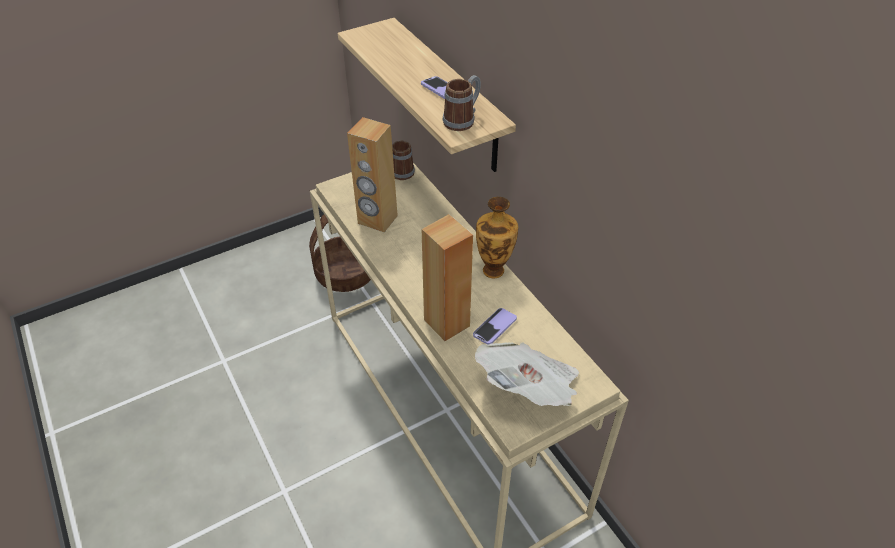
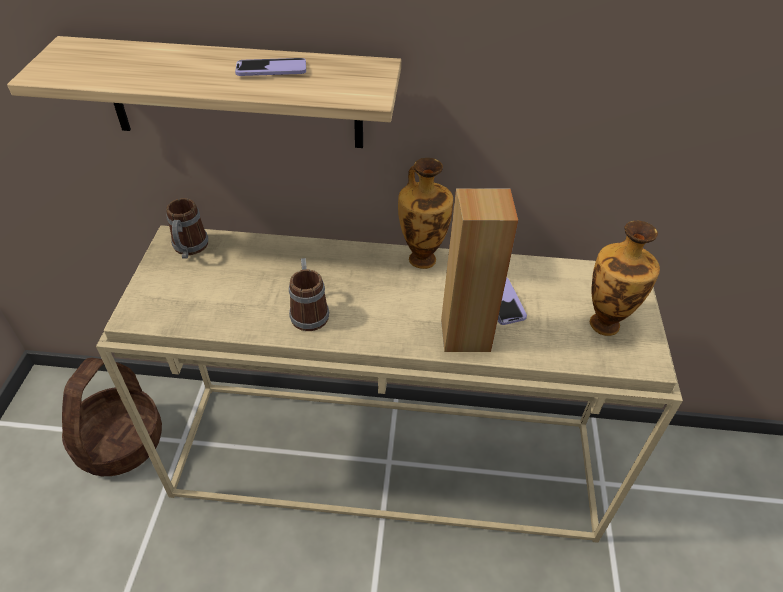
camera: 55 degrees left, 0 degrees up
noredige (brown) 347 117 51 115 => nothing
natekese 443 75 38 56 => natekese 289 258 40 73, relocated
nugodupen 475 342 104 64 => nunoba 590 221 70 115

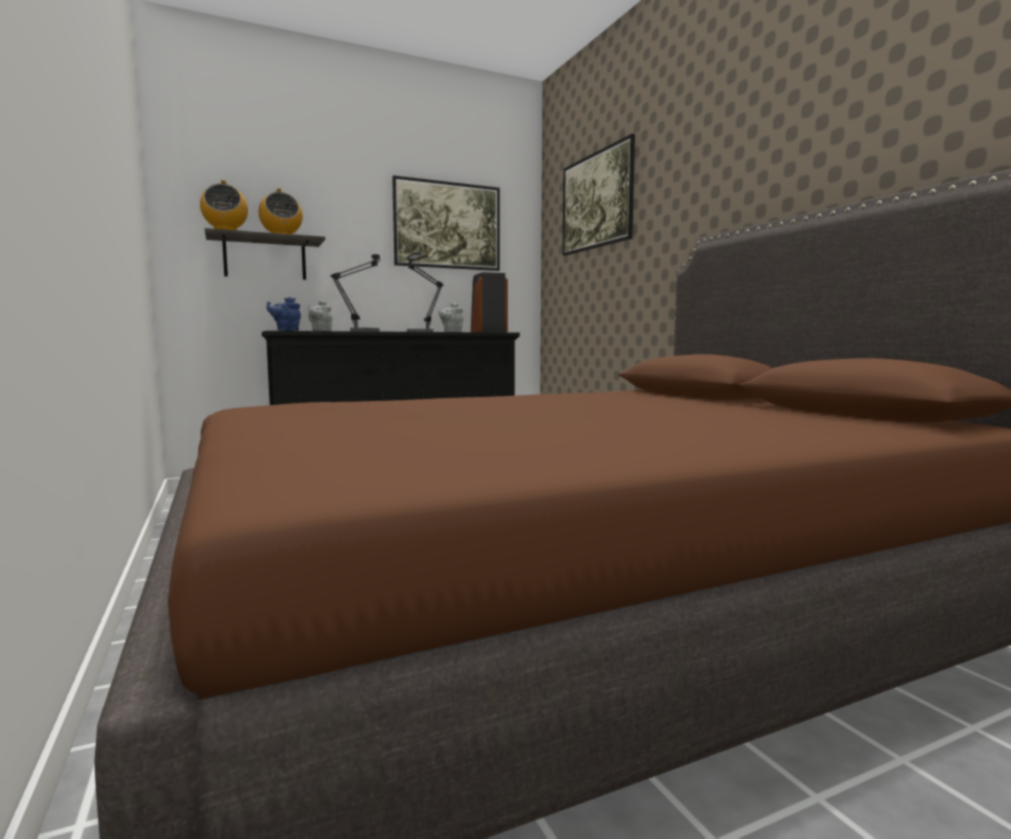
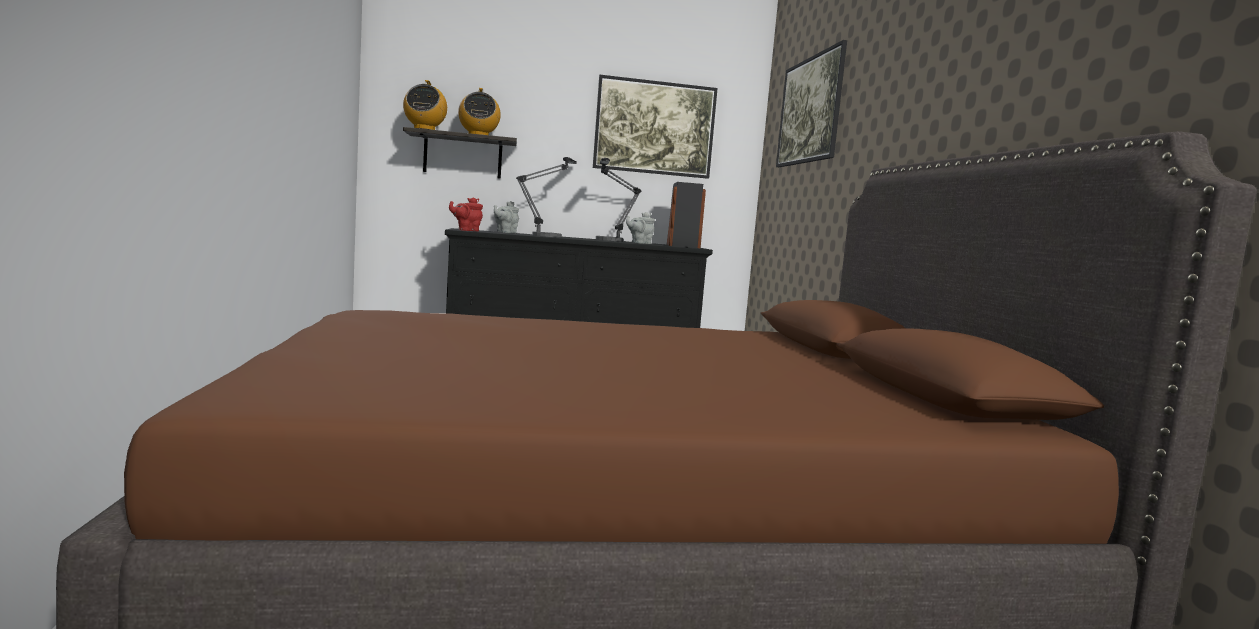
camera: 15 degrees right, 0 degrees up
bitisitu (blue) 266 297 35 34 => bitisitu (red) 449 198 34 33

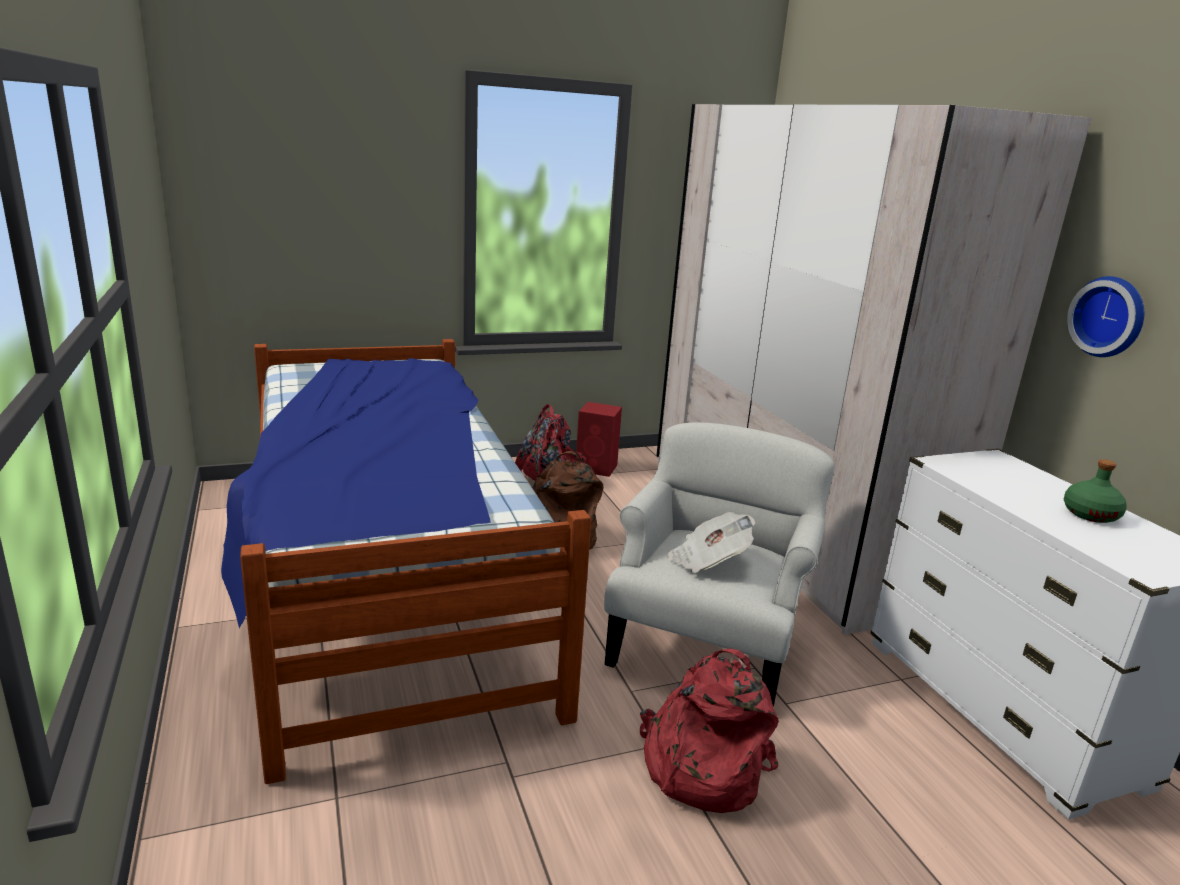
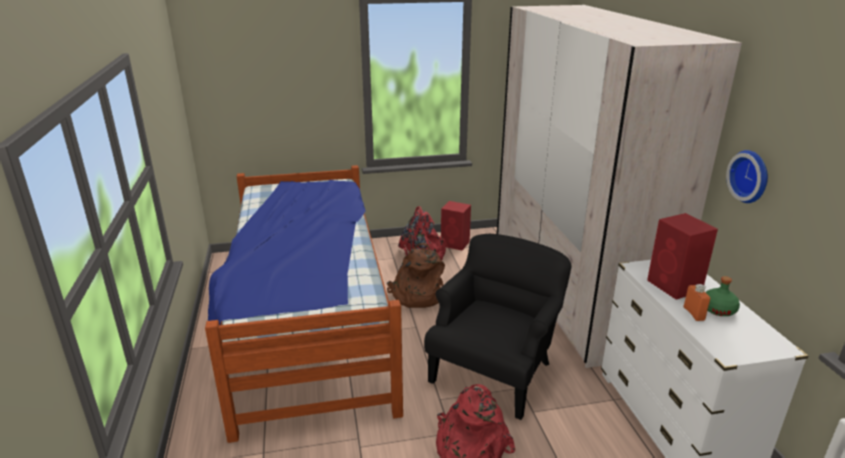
camera: 10 degrees right, 5 degrees up
nugodupen 667 512 89 62 => nothing
nothing => noredige (red) 647 213 71 87
nothing => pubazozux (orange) 683 284 27 37
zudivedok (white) 604 422 230 286 => zudivedok (black) 424 234 148 186

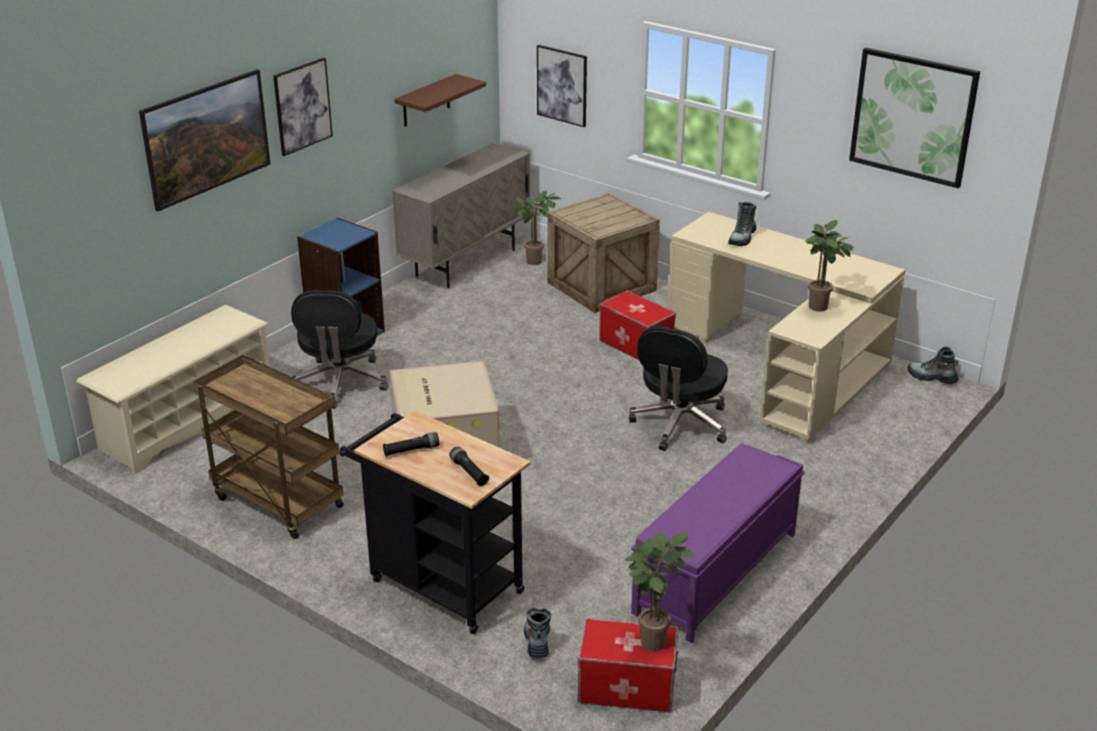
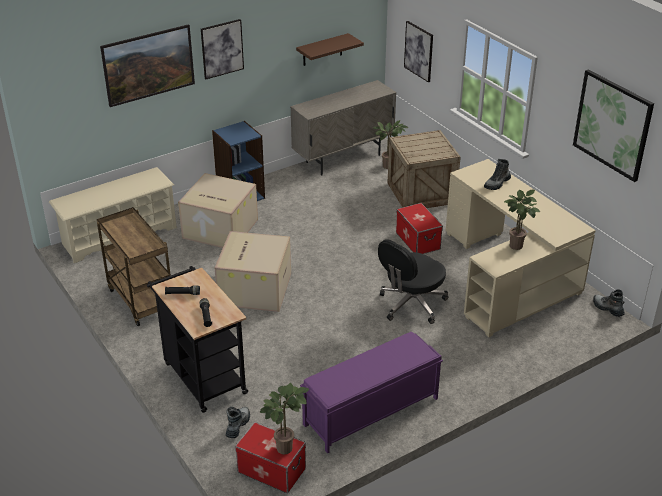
camera: 20 degrees right, 5 degrees up
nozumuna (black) 291 290 97 119 => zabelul 178 173 80 75

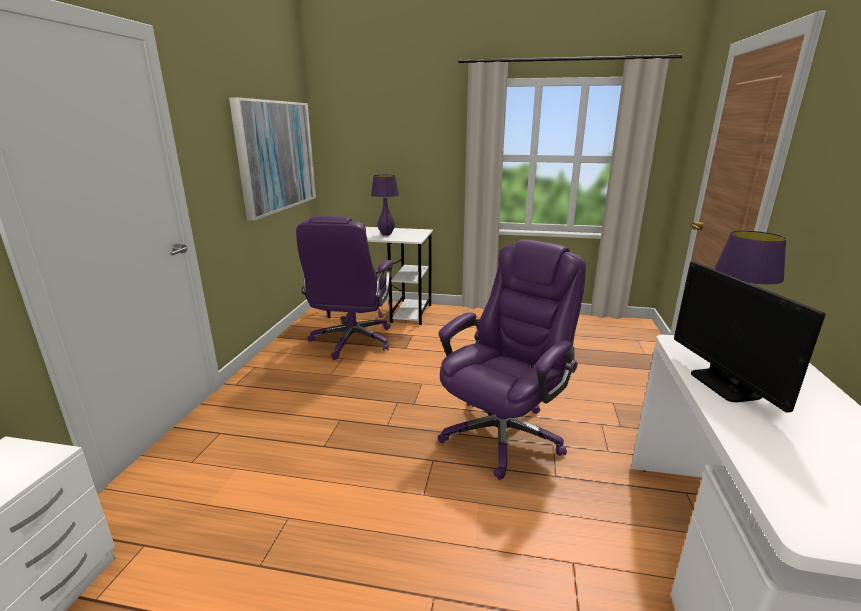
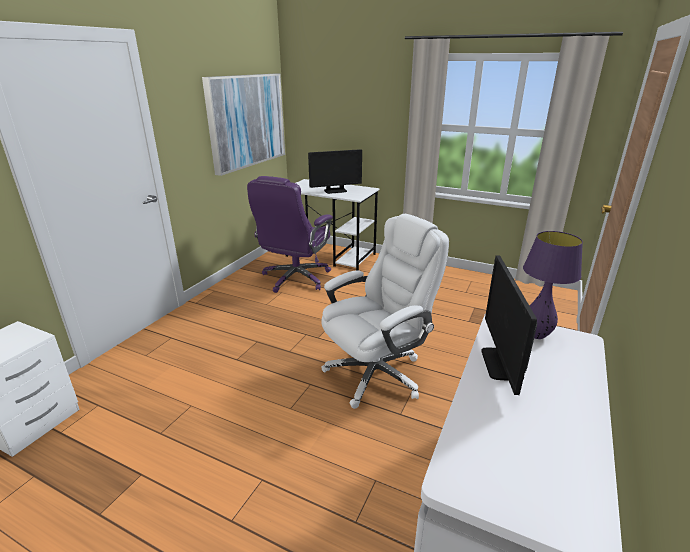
camera: 15 degrees right, 5 degrees up
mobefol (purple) 371 175 28 61 => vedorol 308 149 54 45
nozumuna (purple) 437 239 149 241 => nozumuna (white) 321 214 128 195

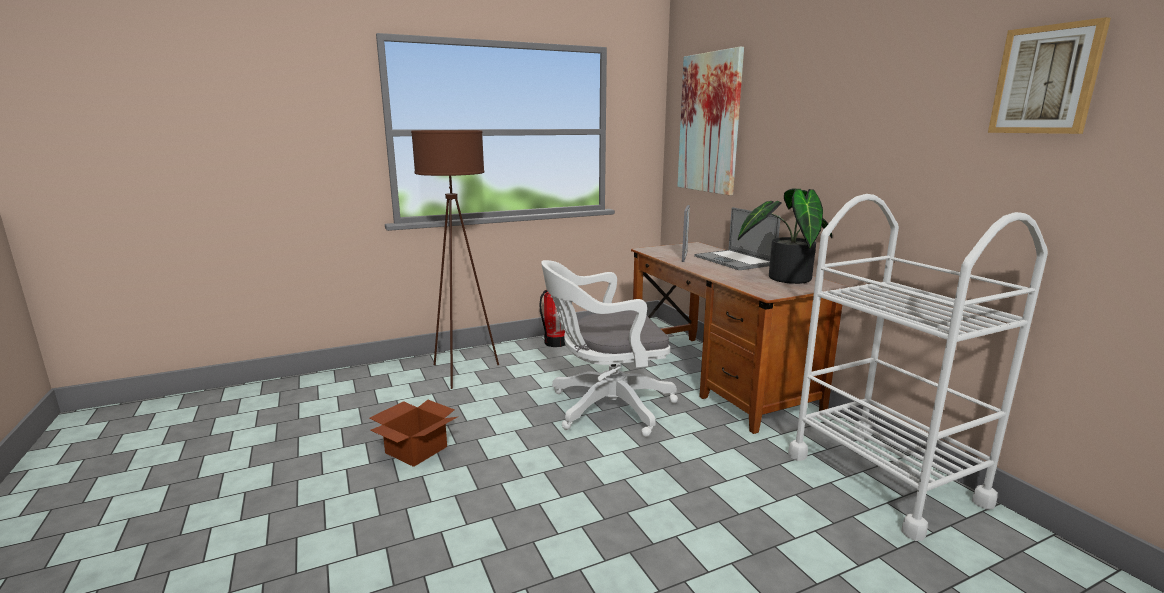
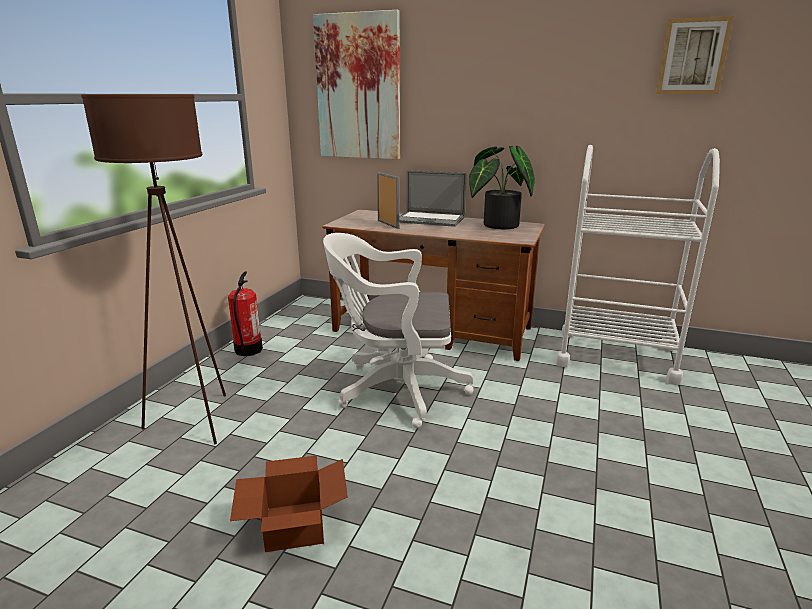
camera: 45 degrees left, 5 degrees up
nozumuna (white) 541 260 137 177 => nozumuna (white) 323 233 151 195, 60 degrees clockwise

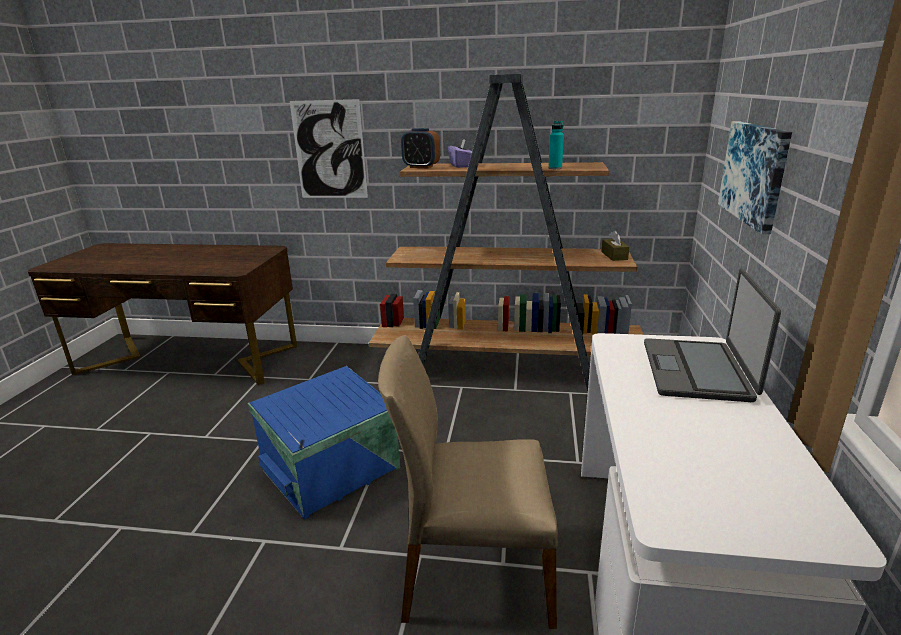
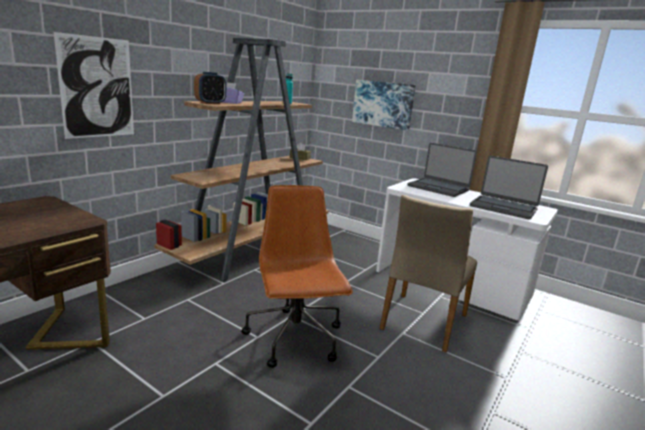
camera: 65 degrees left, 5 degrees down
nothing => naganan 470 156 78 63
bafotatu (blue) 248 366 152 154 => nozumuna (brown) 241 185 112 183

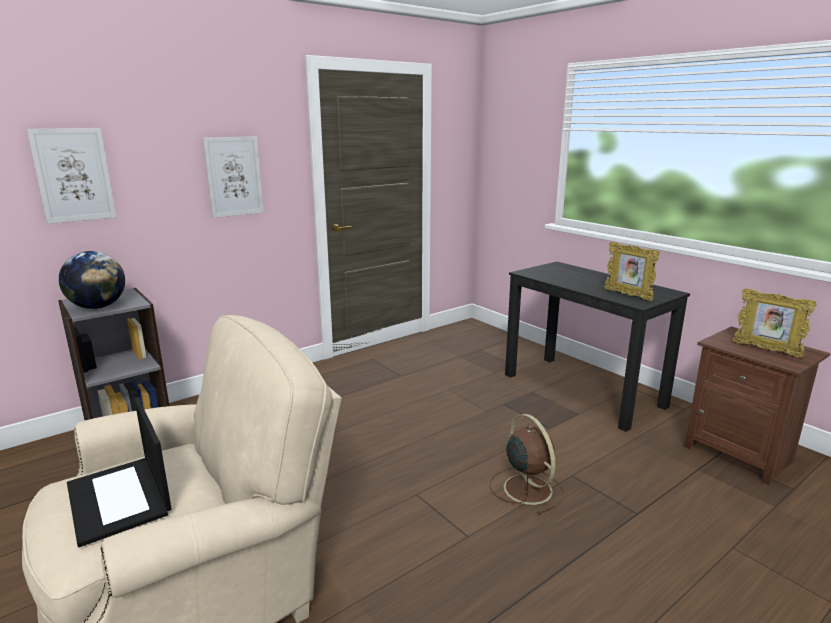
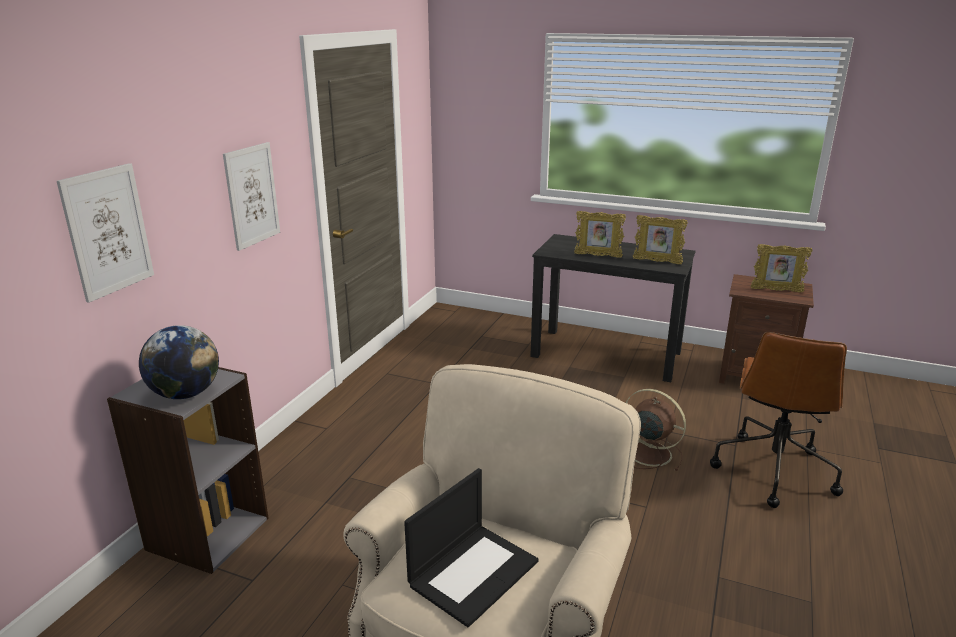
camera: 30 degrees left, 5 degrees up
nothing => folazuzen 574 211 52 47
nothing => nozumuna (brown) 710 332 137 176
naganan 67 397 105 150 => naganan 404 468 134 159, 75 degrees counterclockwise

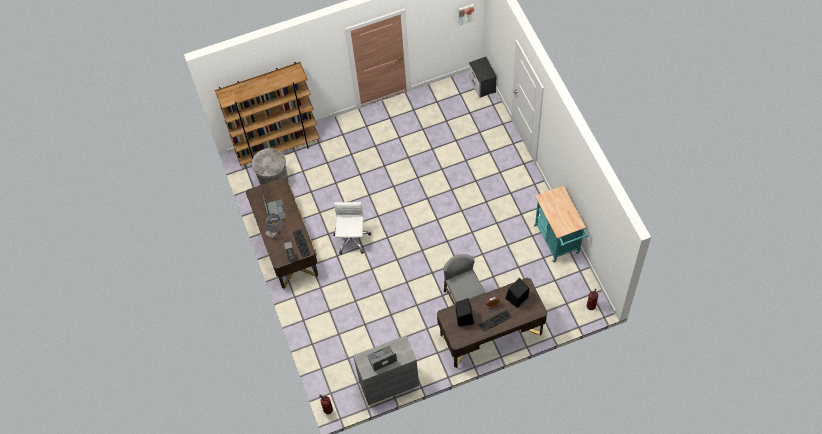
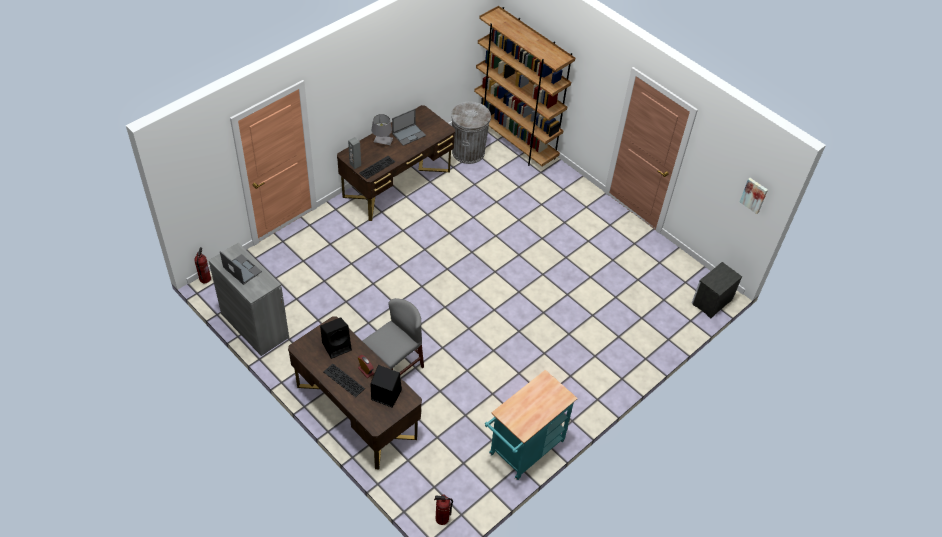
camera: 60 degrees right, 10 degrees down
nozumuna (white) 333 202 38 52 => nothing

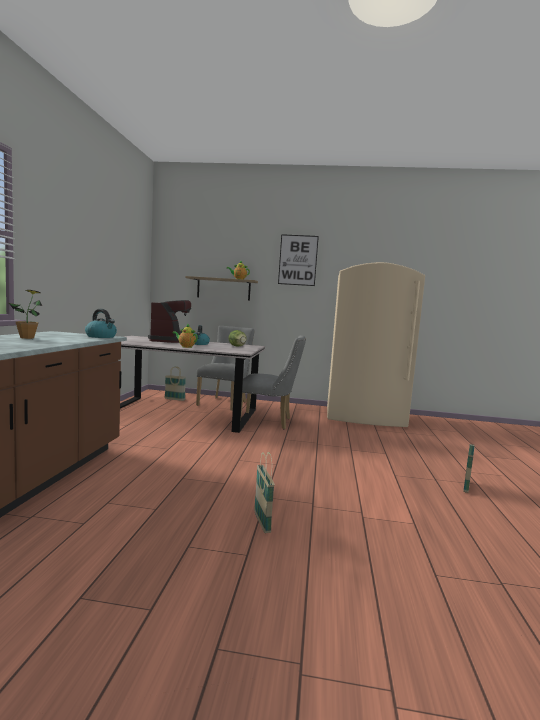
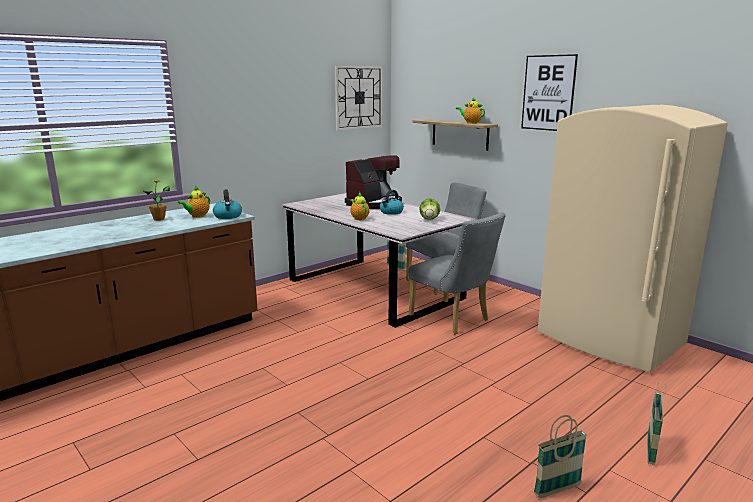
camera: 40 degrees right, 10 degrees up
nothing => bitisitu 177 186 33 32
nothing => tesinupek 335 66 48 65
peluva 254 452 21 81 => peluva 647 382 19 83, relocated

